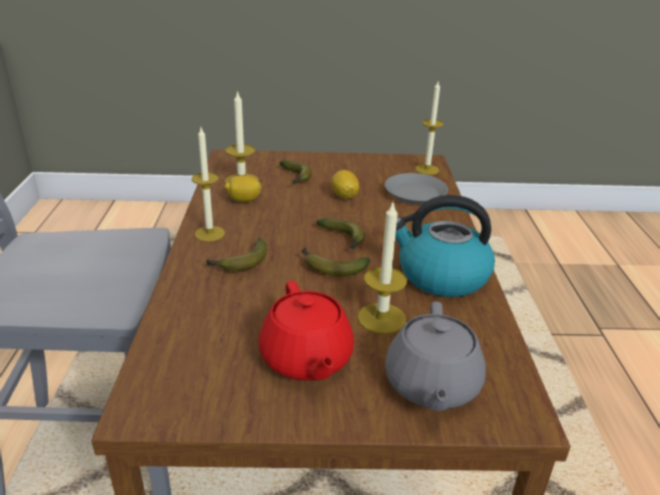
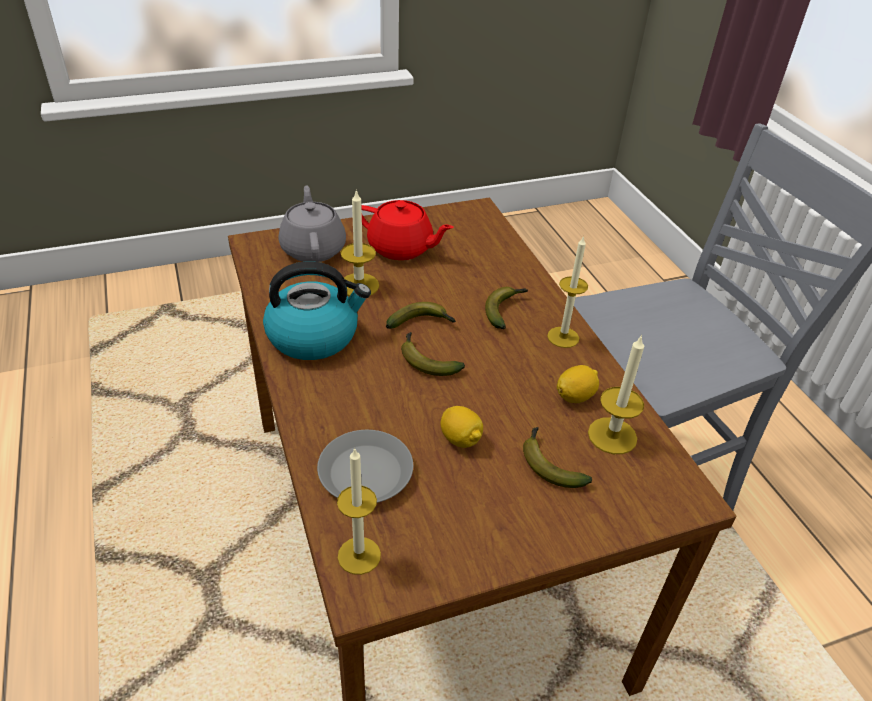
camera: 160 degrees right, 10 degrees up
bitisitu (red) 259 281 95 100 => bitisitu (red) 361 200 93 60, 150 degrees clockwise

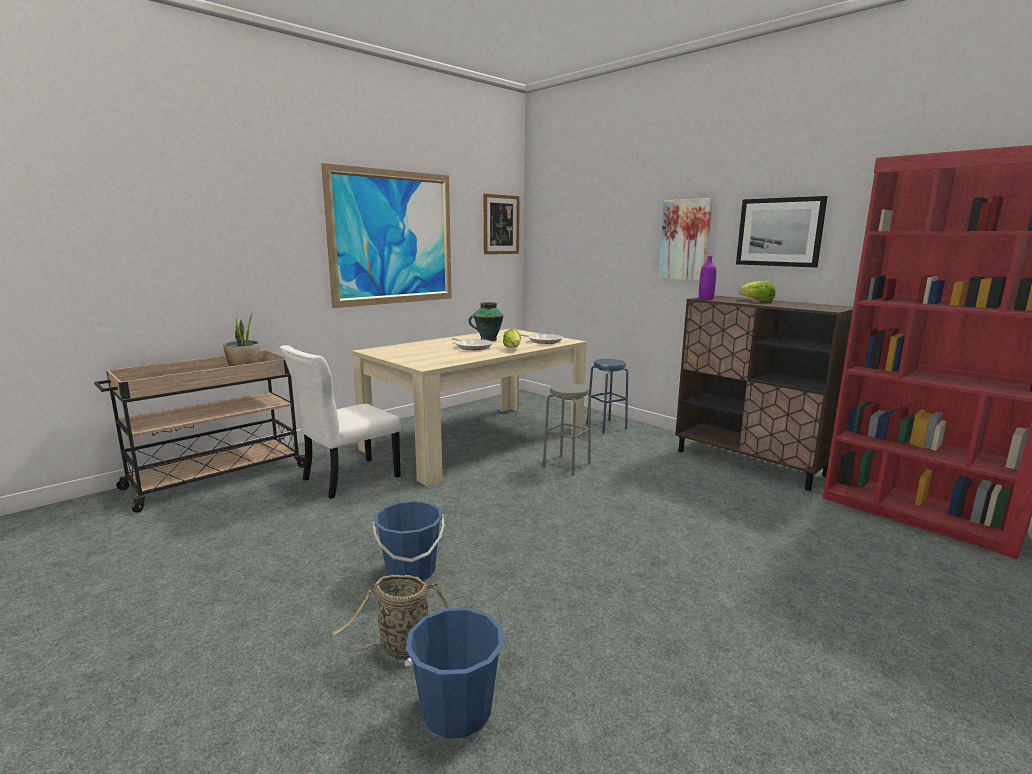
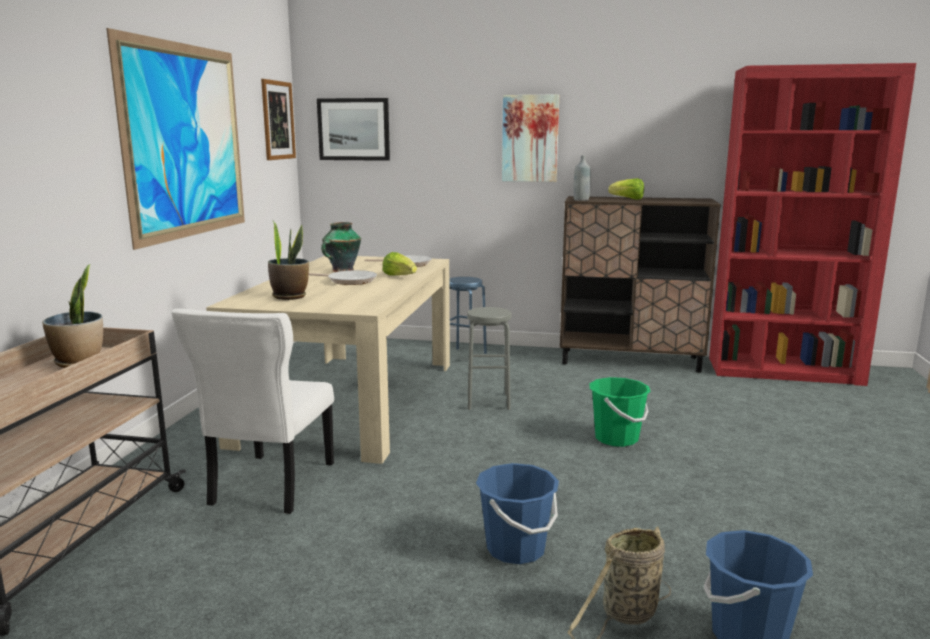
camera: 35 degrees left, 0 degrees up
nothing => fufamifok 268 221 41 79
nothing => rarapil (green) 589 377 62 70
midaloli 736 196 92 72 => midaloli 317 98 73 63, relocated
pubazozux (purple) 699 256 17 44 => pubazozux (grey) 573 155 18 46

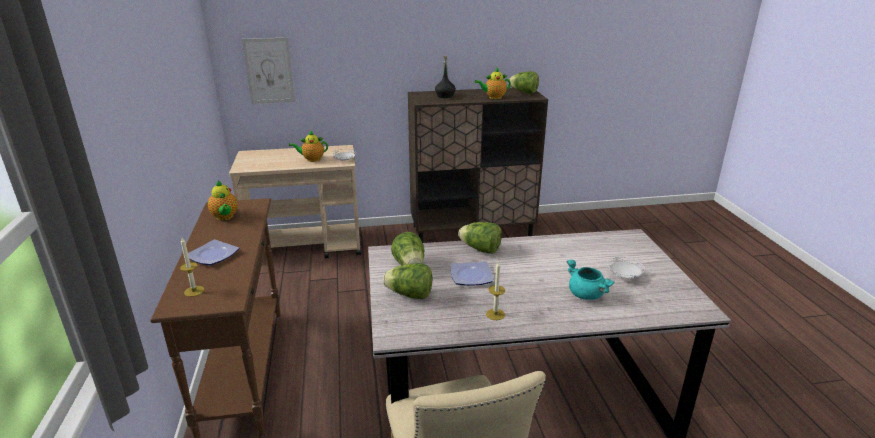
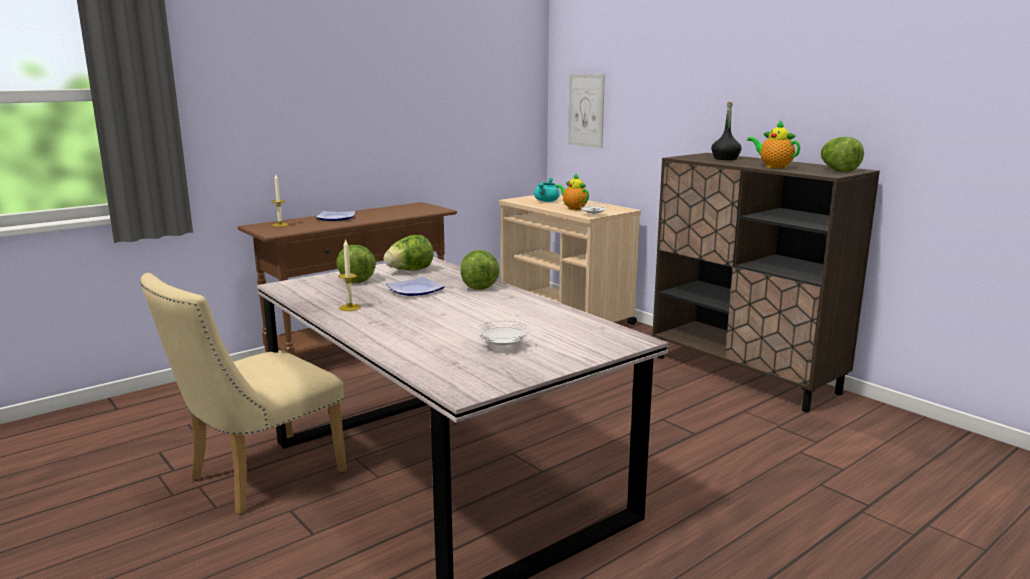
camera: 60 degrees right, 10 degrees down
bitisitu 208 180 30 40 => nothing
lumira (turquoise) 567 260 48 40 => lumira (turquoise) 534 177 26 25, relocated

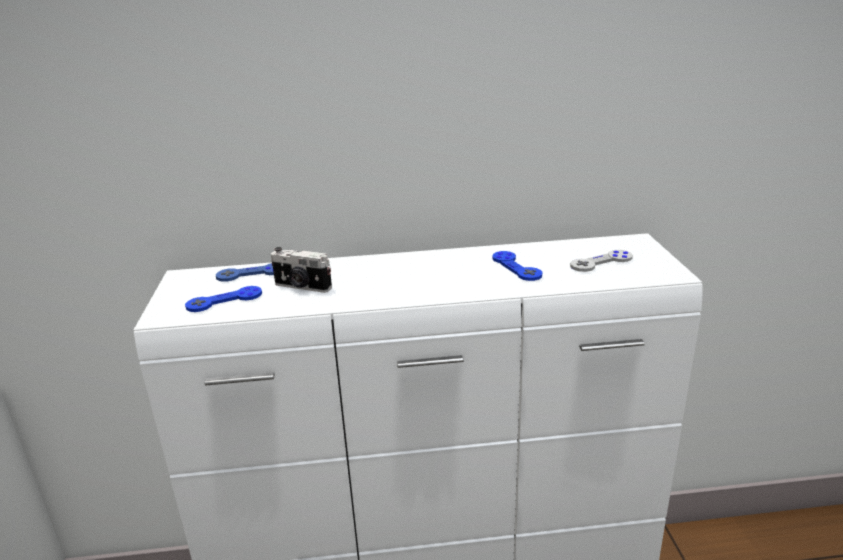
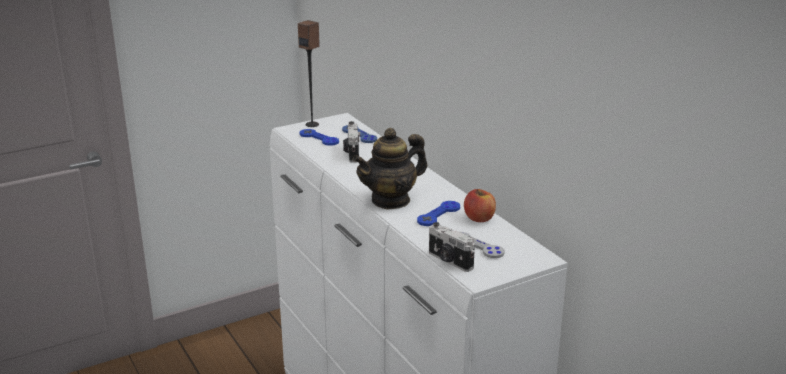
camera: 65 degrees right, 0 degrees up
nothing => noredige 298 20 22 107
nothing => bitisitu 352 128 75 81
nothing => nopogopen 429 222 46 50
nothing => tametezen 464 189 32 33

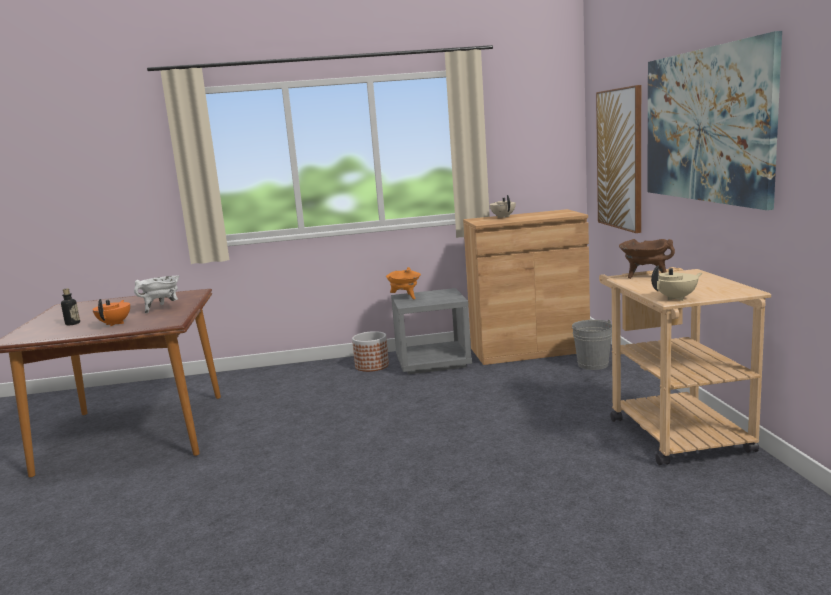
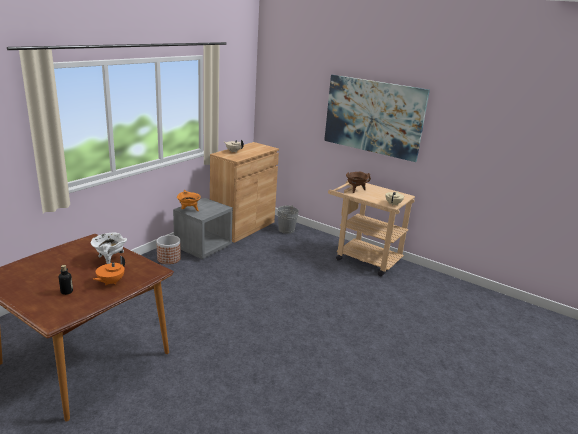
camera: 50 degrees left, 10 degrees up
midaloli 596 85 45 148 => nothing
bitisitu (orange) 92 299 38 27 => bitisitu (orange) 93 256 32 30, 105 degrees counterclockwise

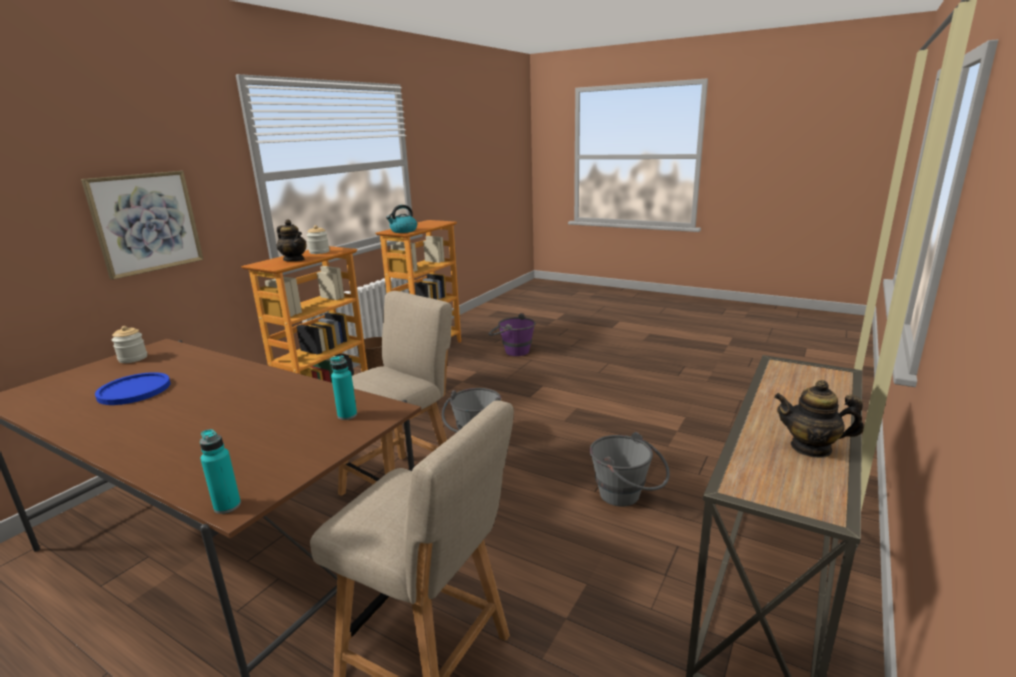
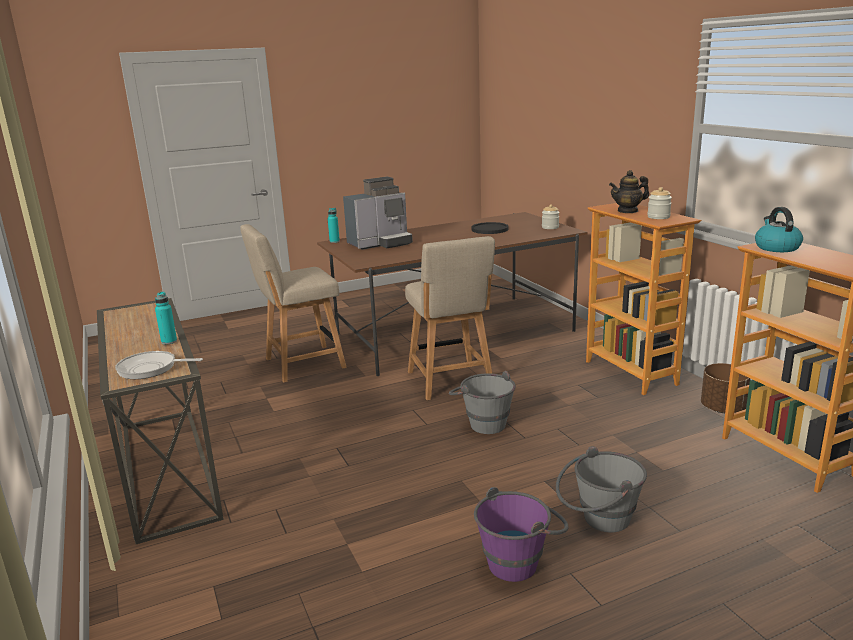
camera: 125 degrees right, 0 degrees up
midaloli 81 171 123 109 => nothing
bitisitu 774 380 90 78 => nothing
nothing => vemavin 115 351 88 28
nothing => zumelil 343 177 70 73
pubazozux (turquoise) 330 355 27 65 => pubazozux (turquoise) 155 292 22 53, relocated
rarapil (purple) 489 313 46 43 => rarapil (purple) 474 487 95 95, relocated
rarapil (grey) 590 432 80 75 => rarapil (grey) 556 446 91 86, relocated
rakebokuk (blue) 95 372 75 33 => rakebokuk (black) 471 222 37 12

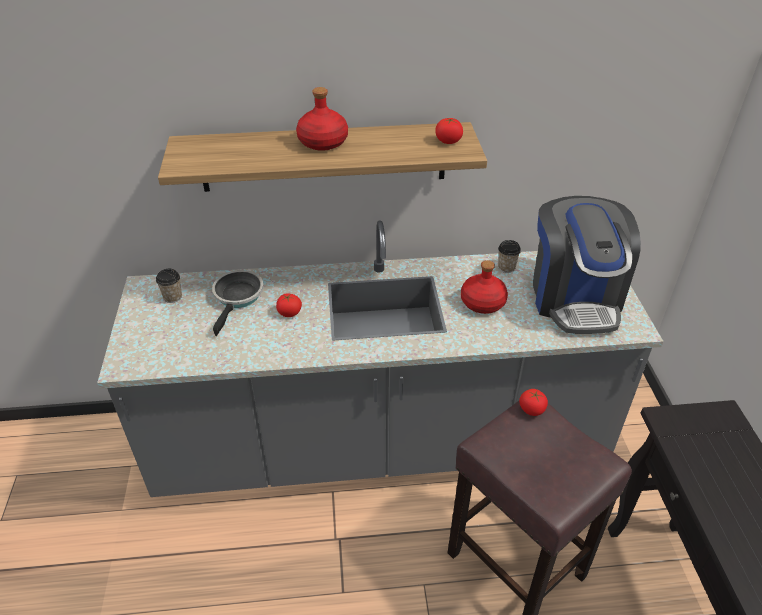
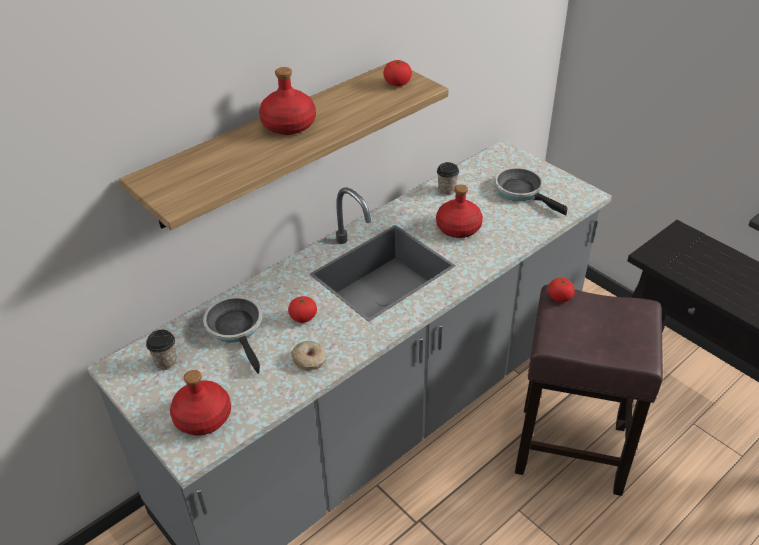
camera: 35 degrees left, 0 degrees up
nothing => pubazozux (red) 170 370 61 65
nothing => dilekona 291 341 36 30
zumelil 533 196 108 138 => vemavin 495 167 73 49

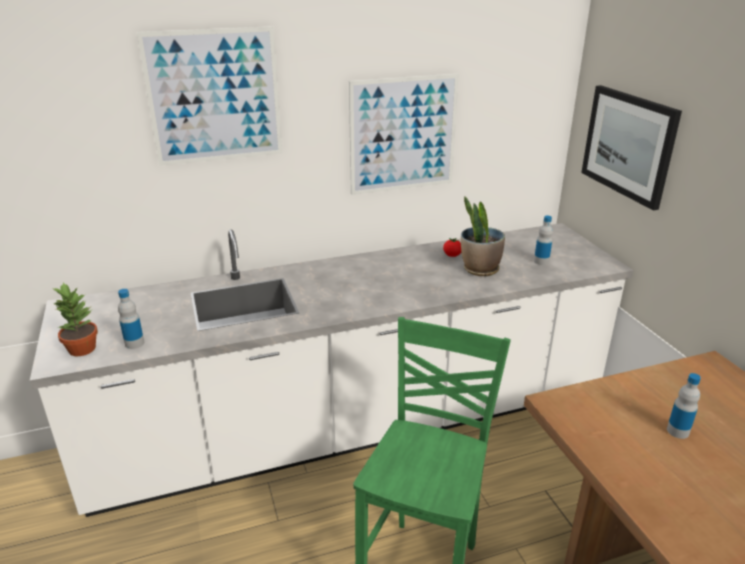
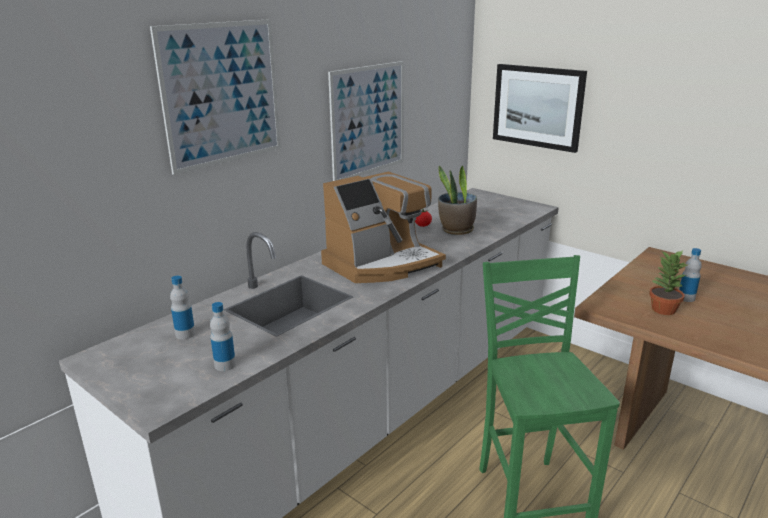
camera: 30 degrees left, 5 degrees down
nothing => zumelil 321 172 125 111
fufamifok 53 283 45 73 => fufamifok 649 251 38 64, relocated
pubazozux 534 216 19 49 => pubazozux 170 276 25 63, relocated

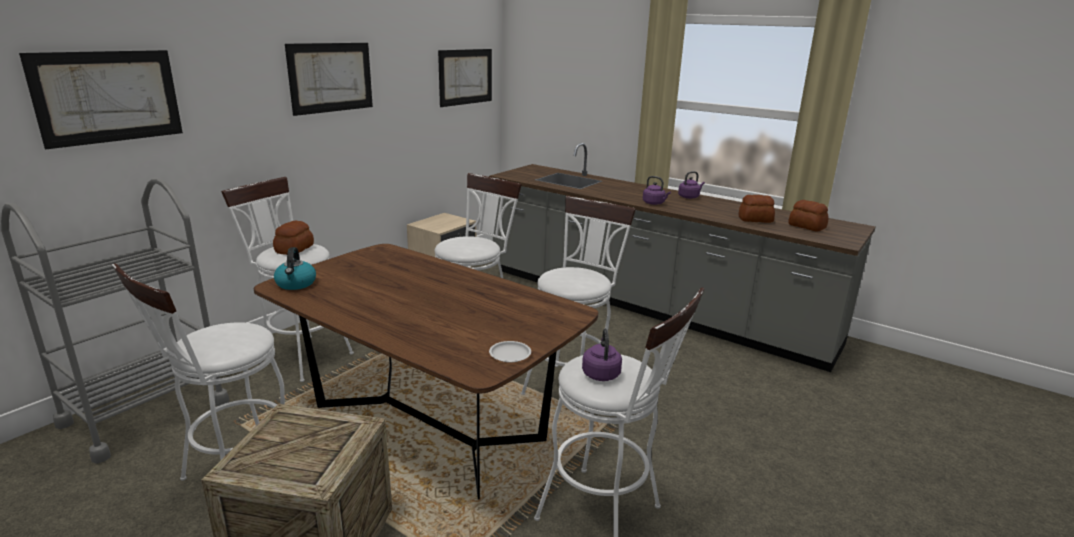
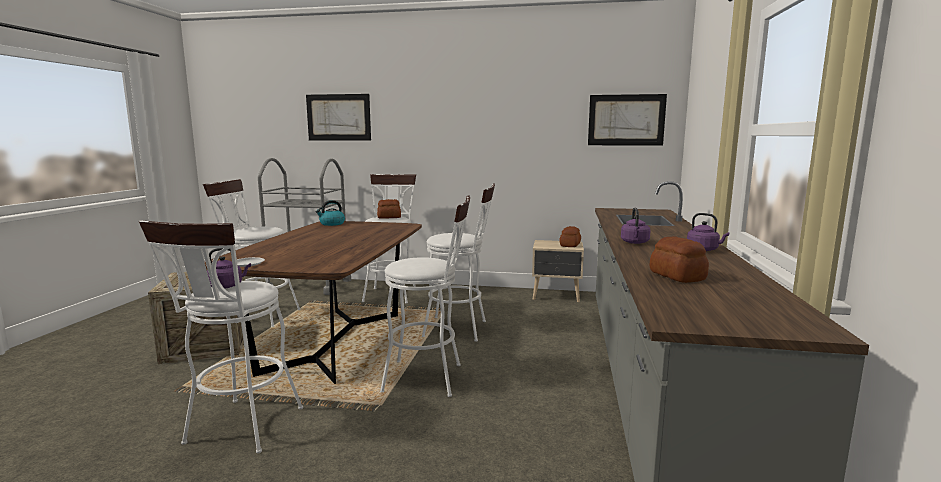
camera: 65 degrees right, 10 degrees down
midaloli 285 43 88 73 => nothing
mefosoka 788 200 40 32 => mefosoka 560 226 21 21, relocated

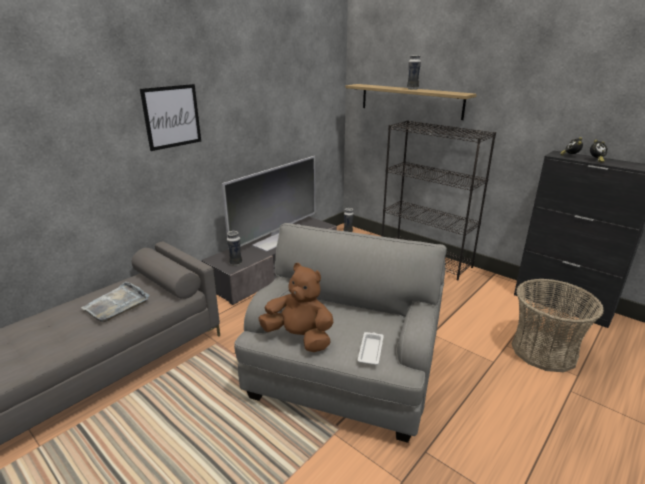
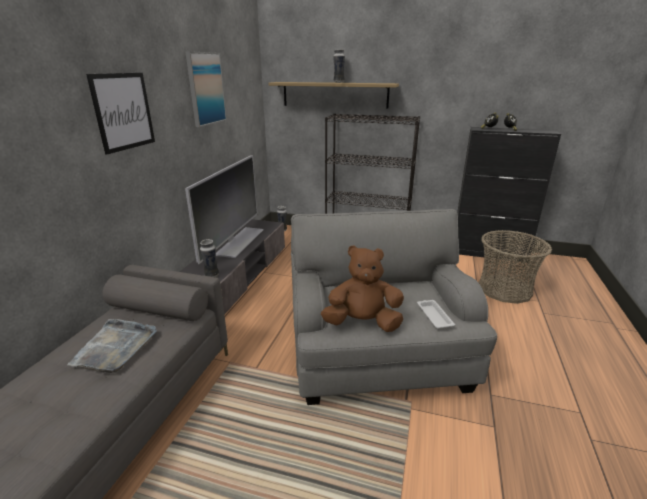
camera: 25 degrees left, 0 degrees up
nothing => midaloli 185 51 42 76

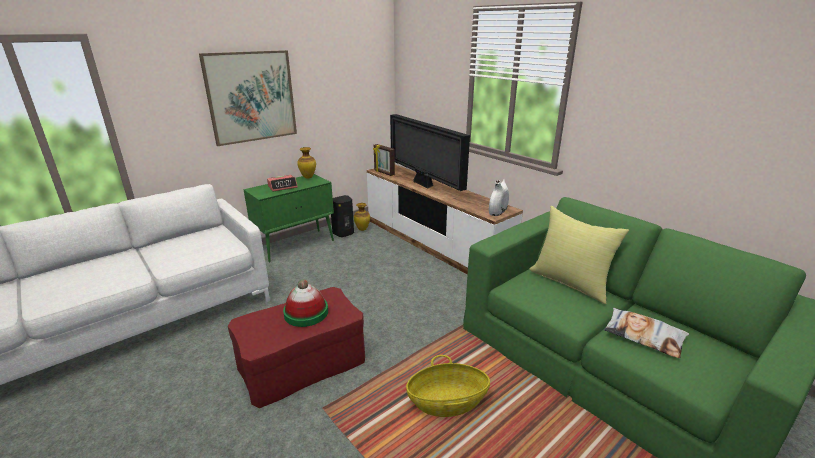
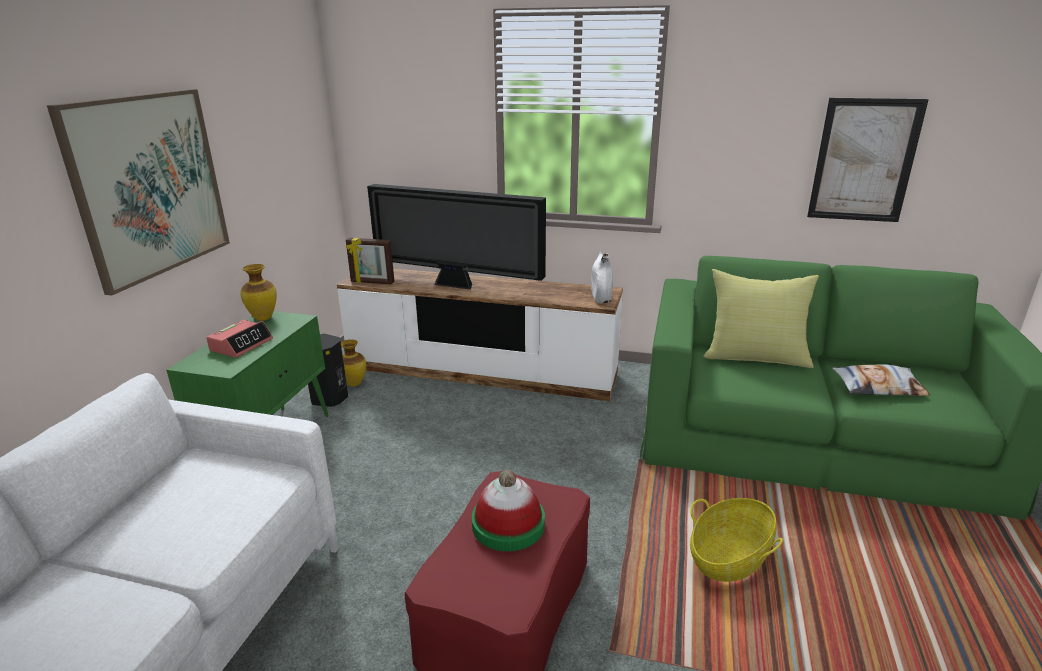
camera: 35 degrees left, 0 degrees up
nothing => midaloli 807 98 122 124

